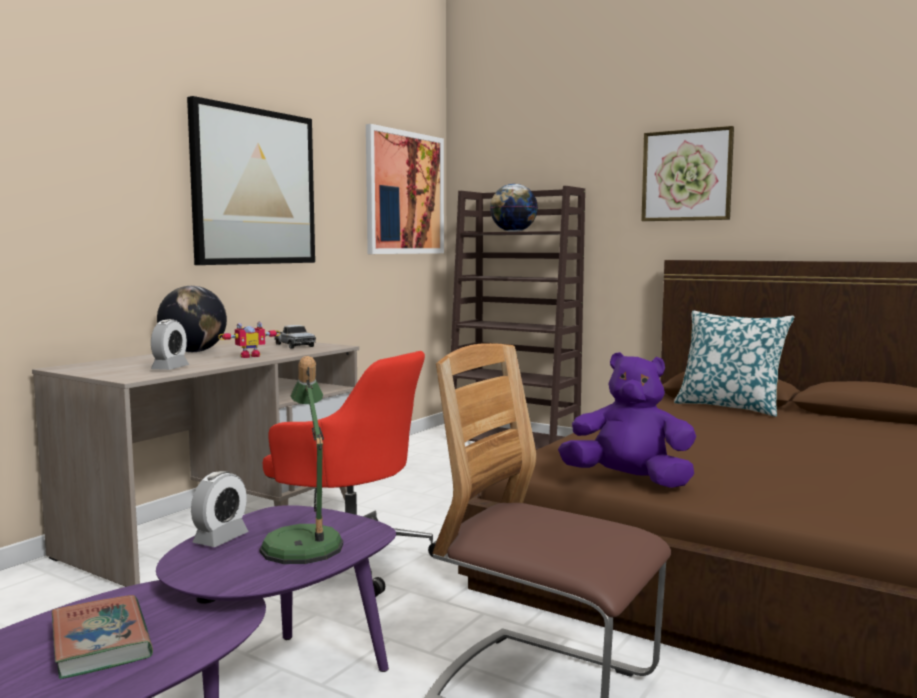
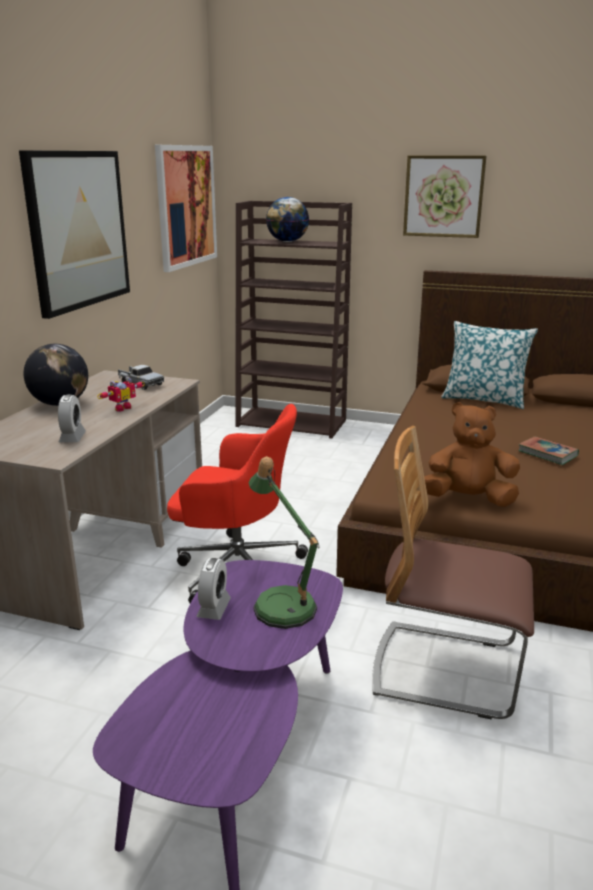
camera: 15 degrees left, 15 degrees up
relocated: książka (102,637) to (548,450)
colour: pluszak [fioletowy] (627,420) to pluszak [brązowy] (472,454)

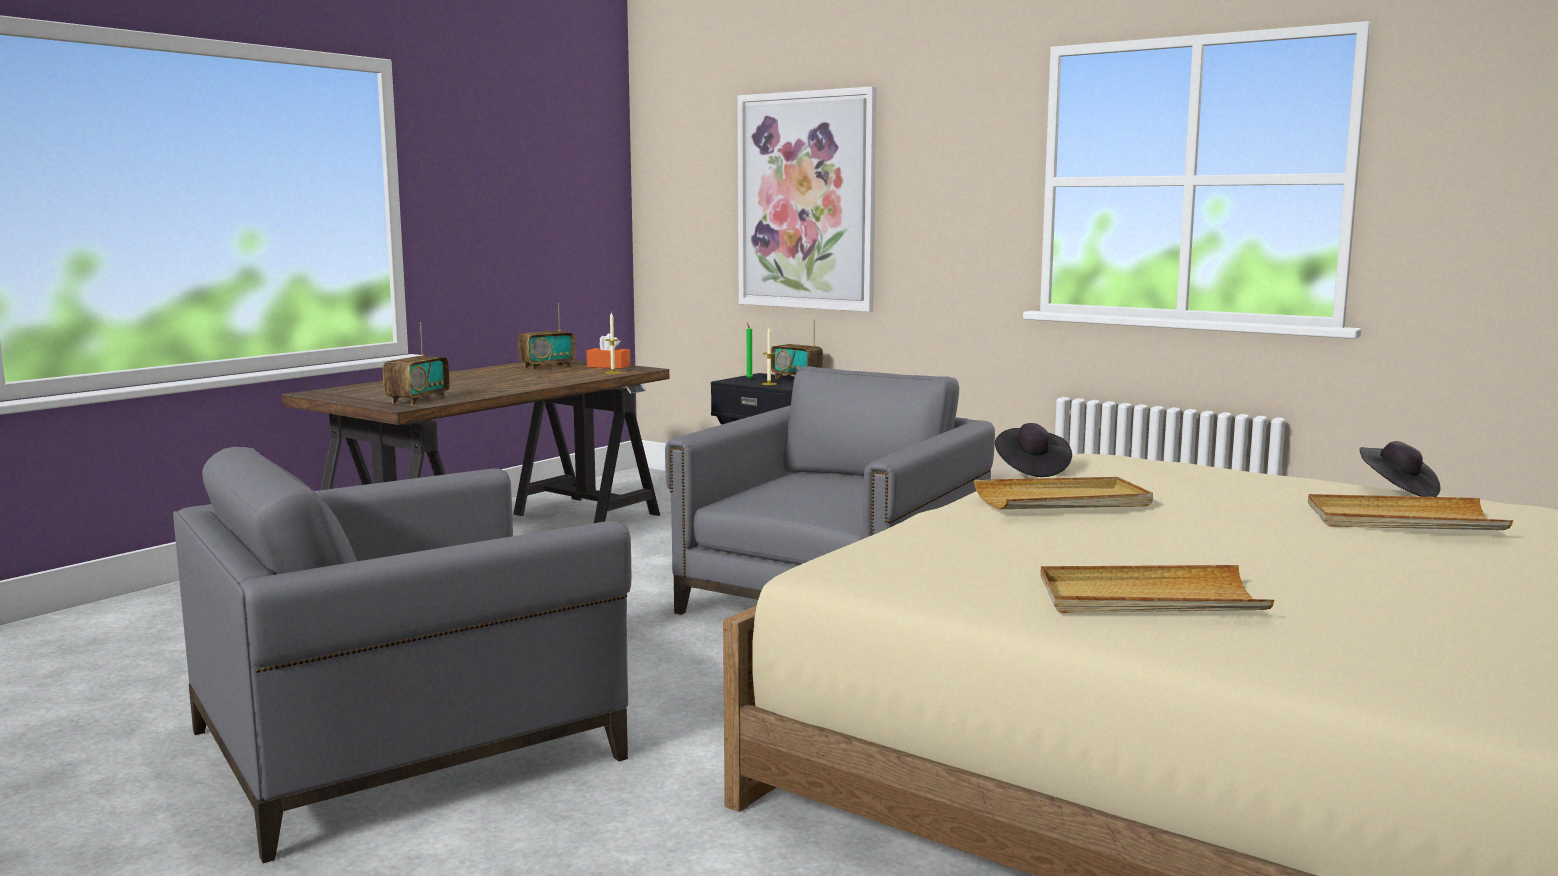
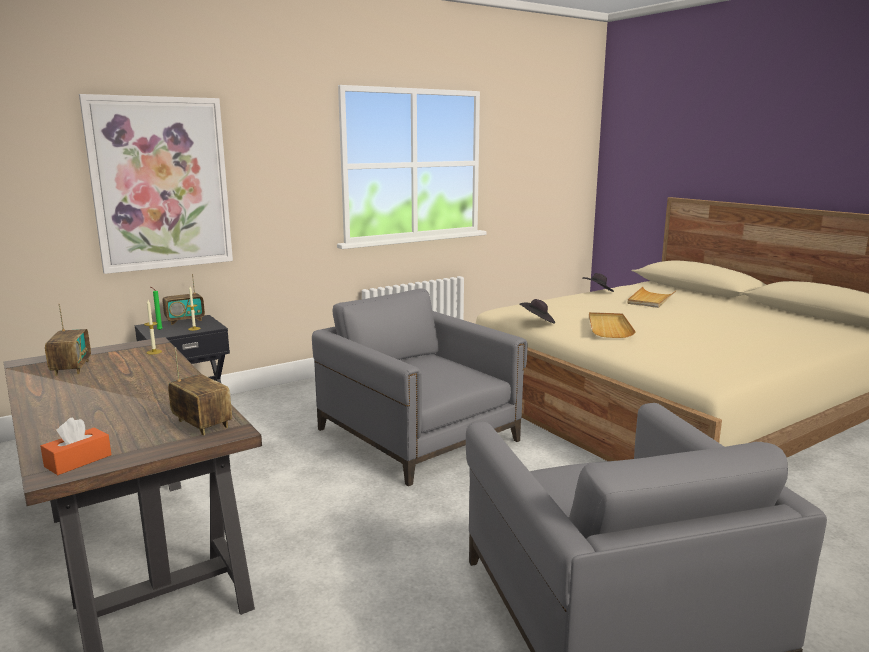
camera: 70 degrees left, 5 degrees up
missing: taca [beżowy] (1157,589)
relocated: pudełko chusteczek [pomarańczowy] (608,351) to (76,446)

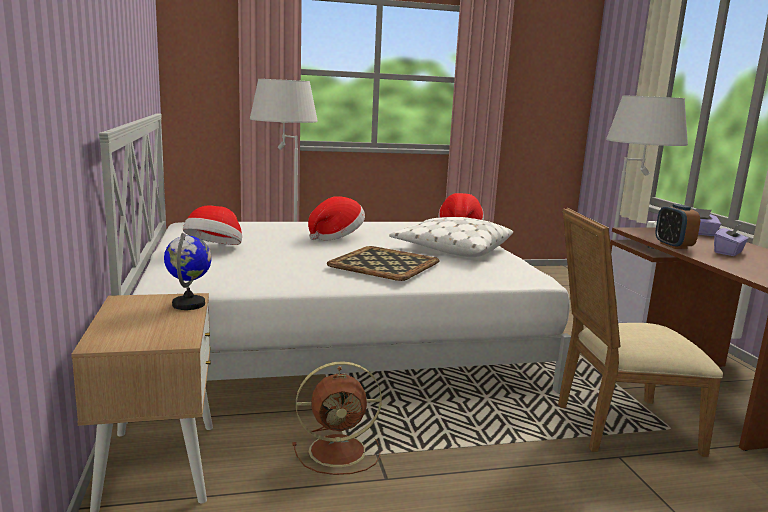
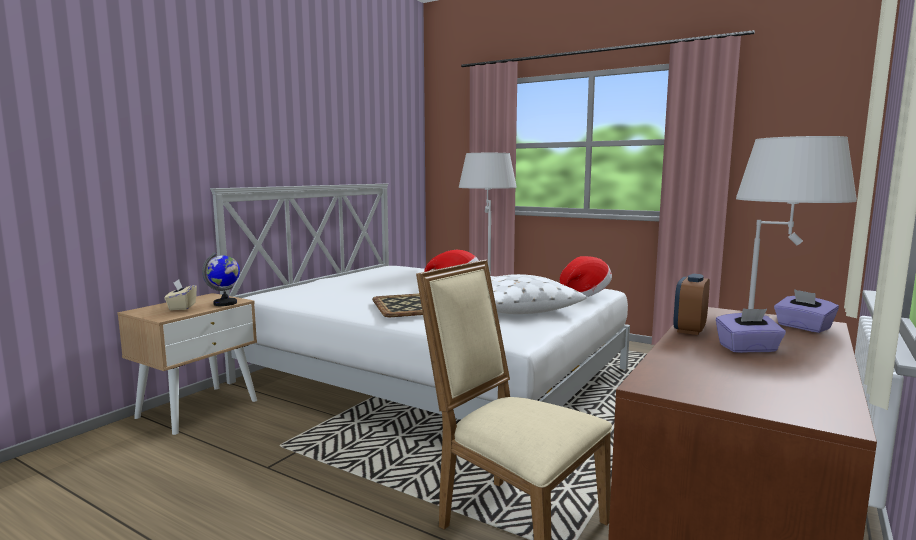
camera: 45 degrees right, 5 degrees down
missing: kapelusz (212,225); wentylator [brązowy] (337,418)
appeared: pudełko chusteczek [beżowy] (180,295)

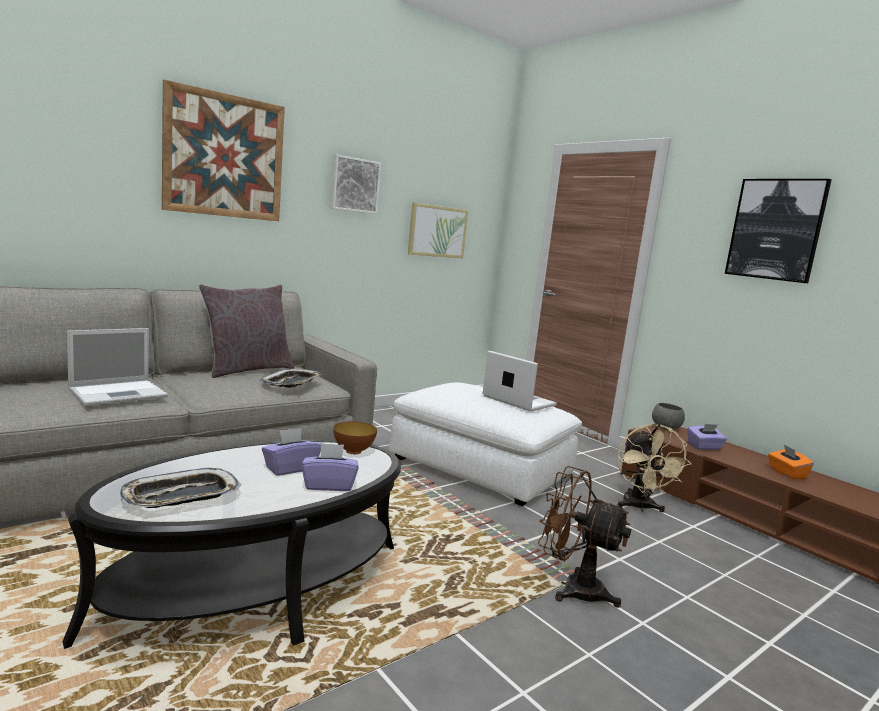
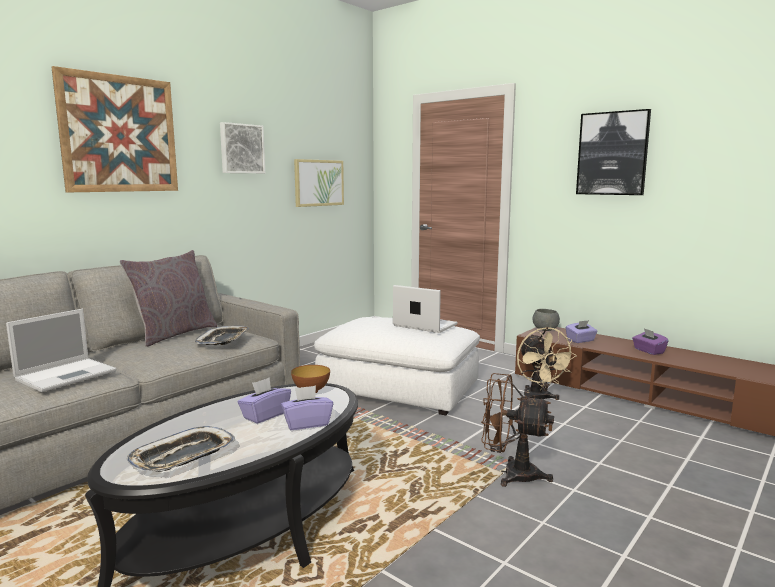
camera: 10 degrees left, 0 degrees up
colour: pudełko chusteczek [pomarańczowy] (791,461) to pudełko chusteczek [fioletowy] (650,341)

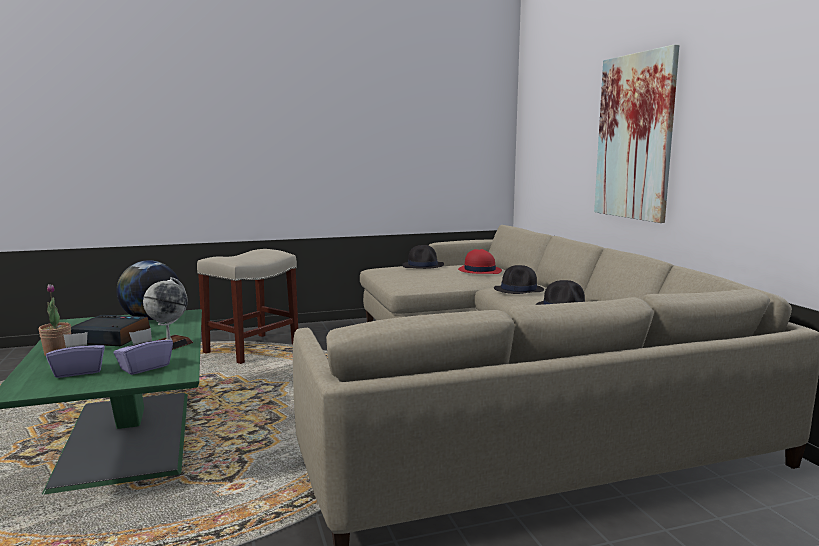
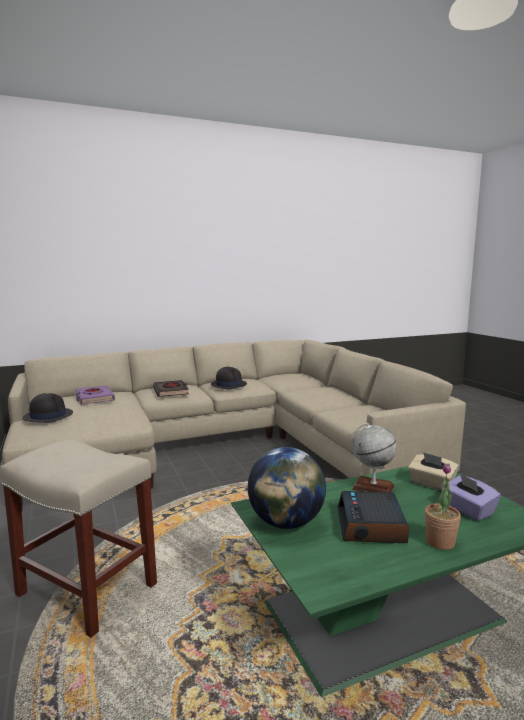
camera: 95 degrees left, 0 degrees up
missing: obraz (636,133)
exchanged: kapelusz [czerwony] (480,261) to książka [fioletowy] (95,395); kapelusz [czarny] (519,279) to książka [czarny] (171,388)
colour: pudełko chusteczek [fioletowy] (143,351) to pudełko chusteczek [beżowy] (433,471)

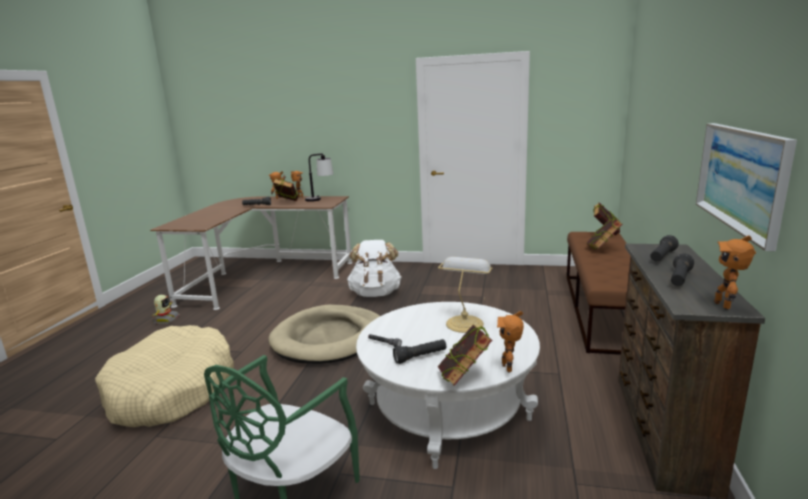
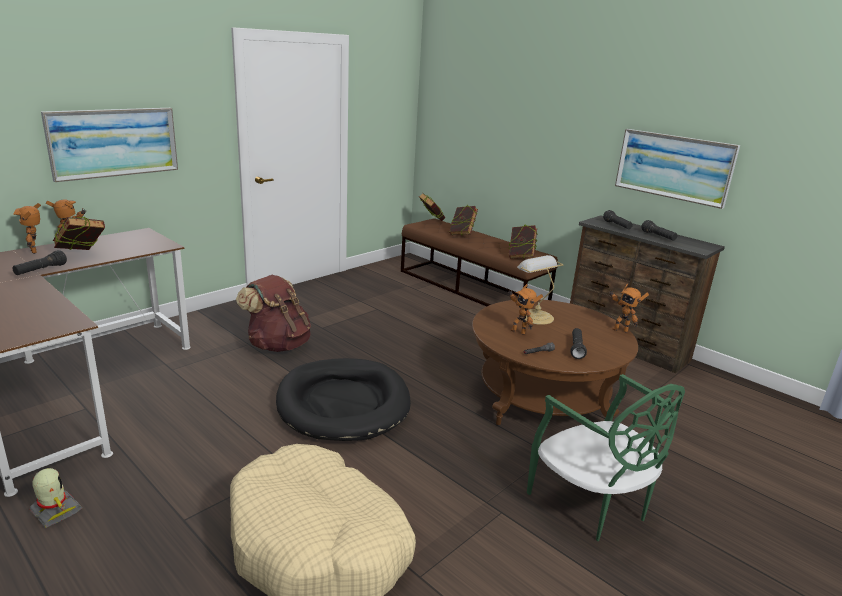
camera: 60 degrees left, 5 degrees up
missing: lampa stołowa (319,177)
appeared: obraz (109,145)
relocated: książka (465,355) to (523,241); robot zabawkowy (735,272) to (525,309)
colour: legowisko [beżowy] (324,334) to legowisko [czarny] (343,399); plecak [biały] (374,268) to plecak [brązowy] (273,313); ława [biały] (448,385) to ława [brązowy] (555,362)

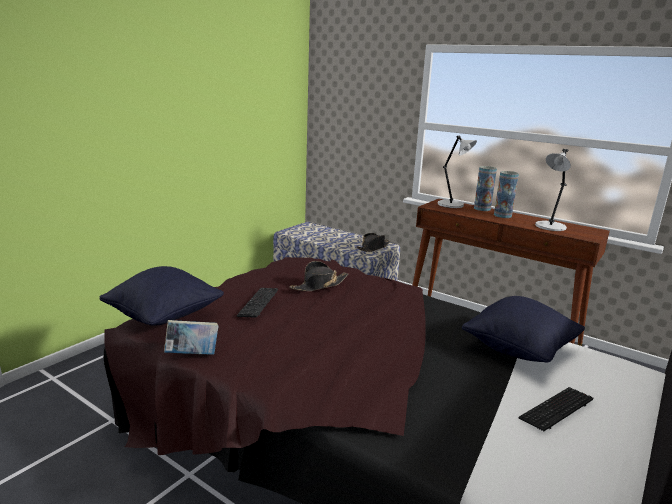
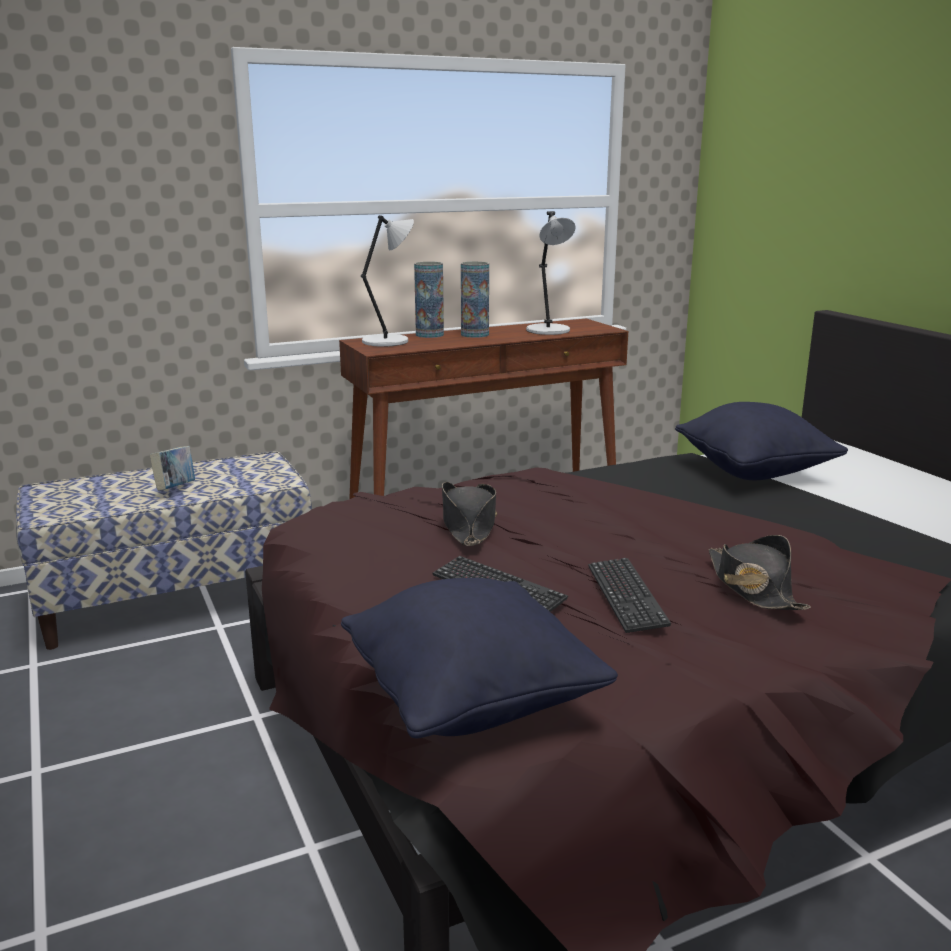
camera: 60 degrees left, 0 degrees up
relocated: książka (191,337) to (172,468); kapelusz [czarny] (373,242) to (759,572); klawiatura (556,409) to (629,595)

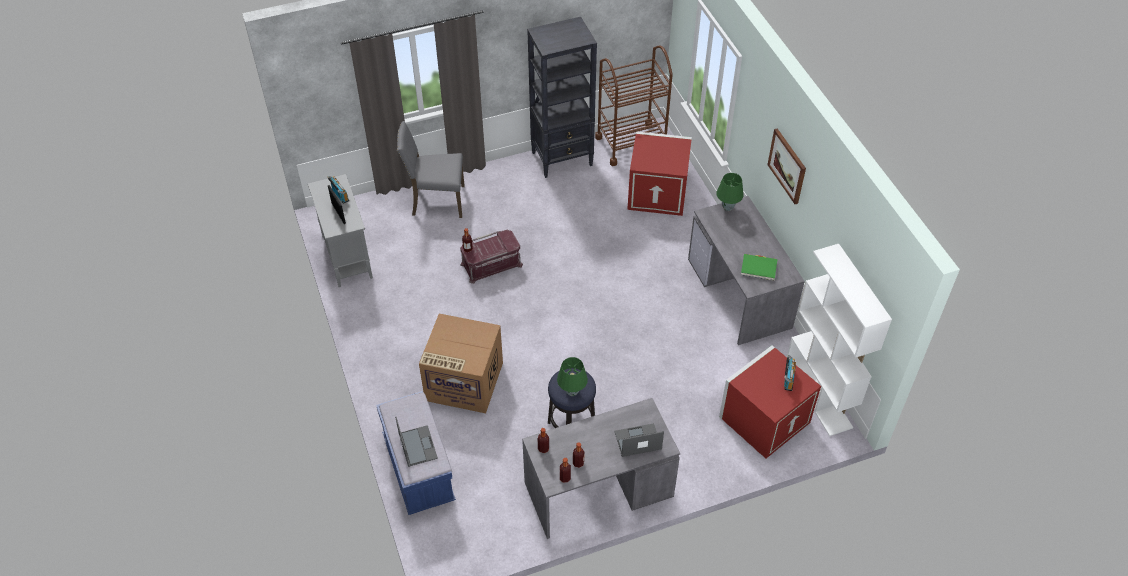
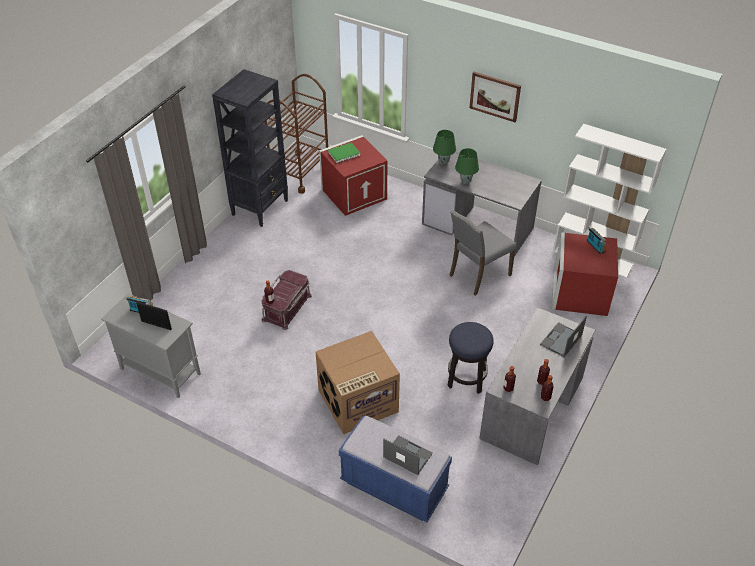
camera: 40 degrees left, 5 degrees down
relocated: krzesło [szary] (431,169) to (483,252); lampa stołowa [zielony] (572,376) to (467,166); książka [zielony] (759,267) to (344,153)

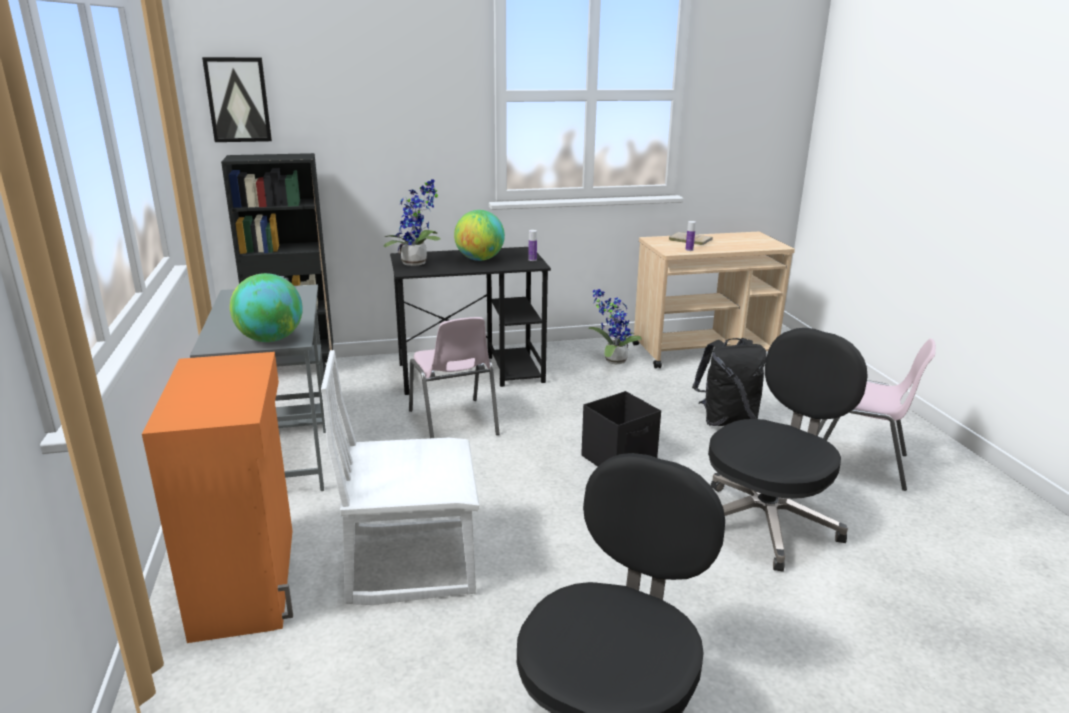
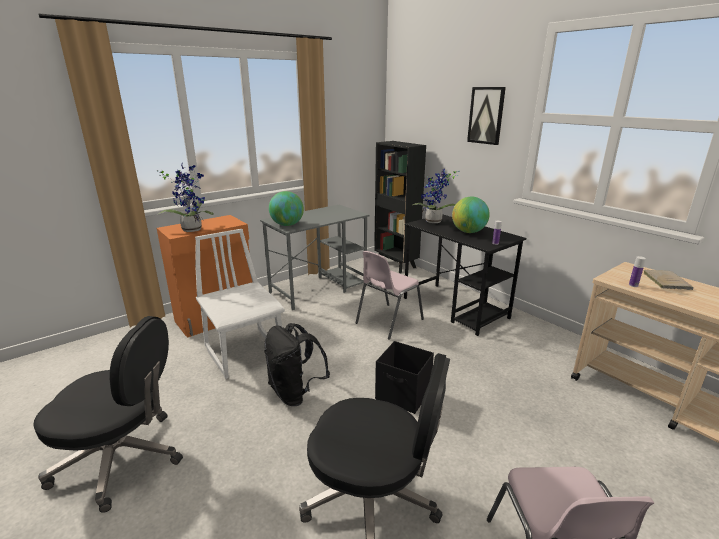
camera: 65 degrees right, 0 degrees up
relocated: obraz (237,99) to (486,116); roślina doniczkowa (615,326) to (185,198); plecak [czarny] (729,382) to (297,364)

